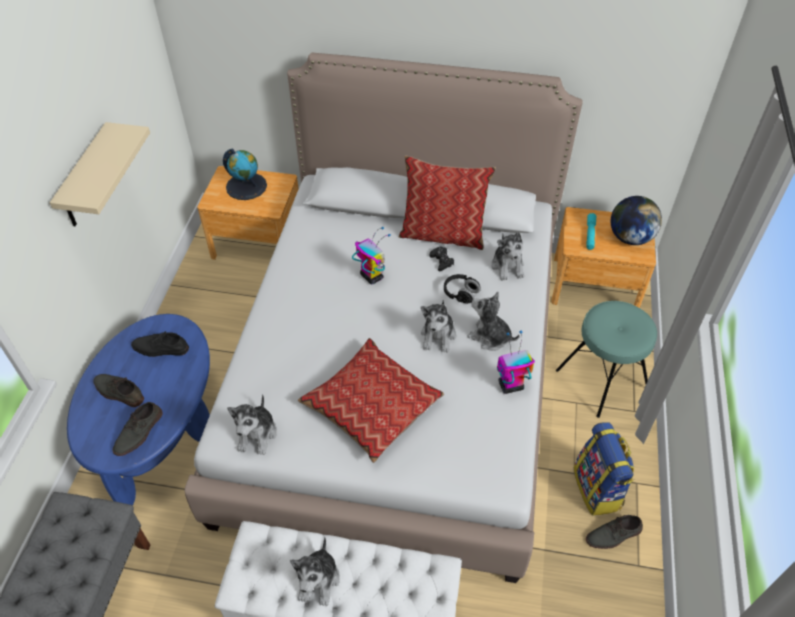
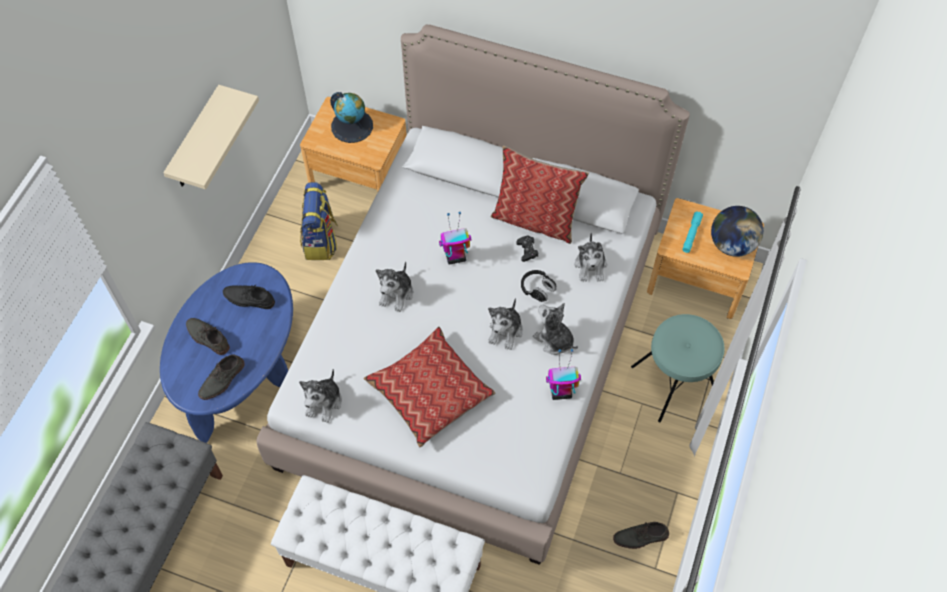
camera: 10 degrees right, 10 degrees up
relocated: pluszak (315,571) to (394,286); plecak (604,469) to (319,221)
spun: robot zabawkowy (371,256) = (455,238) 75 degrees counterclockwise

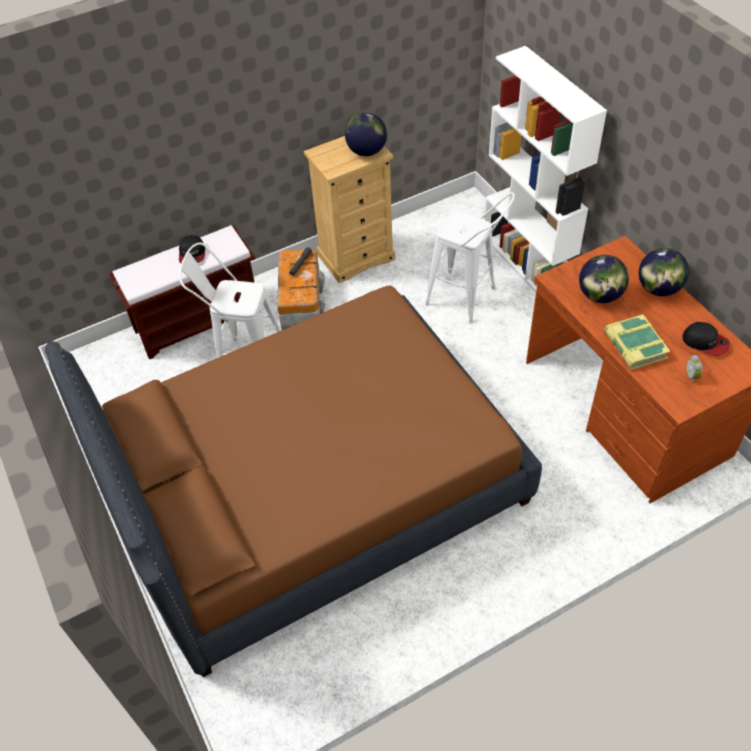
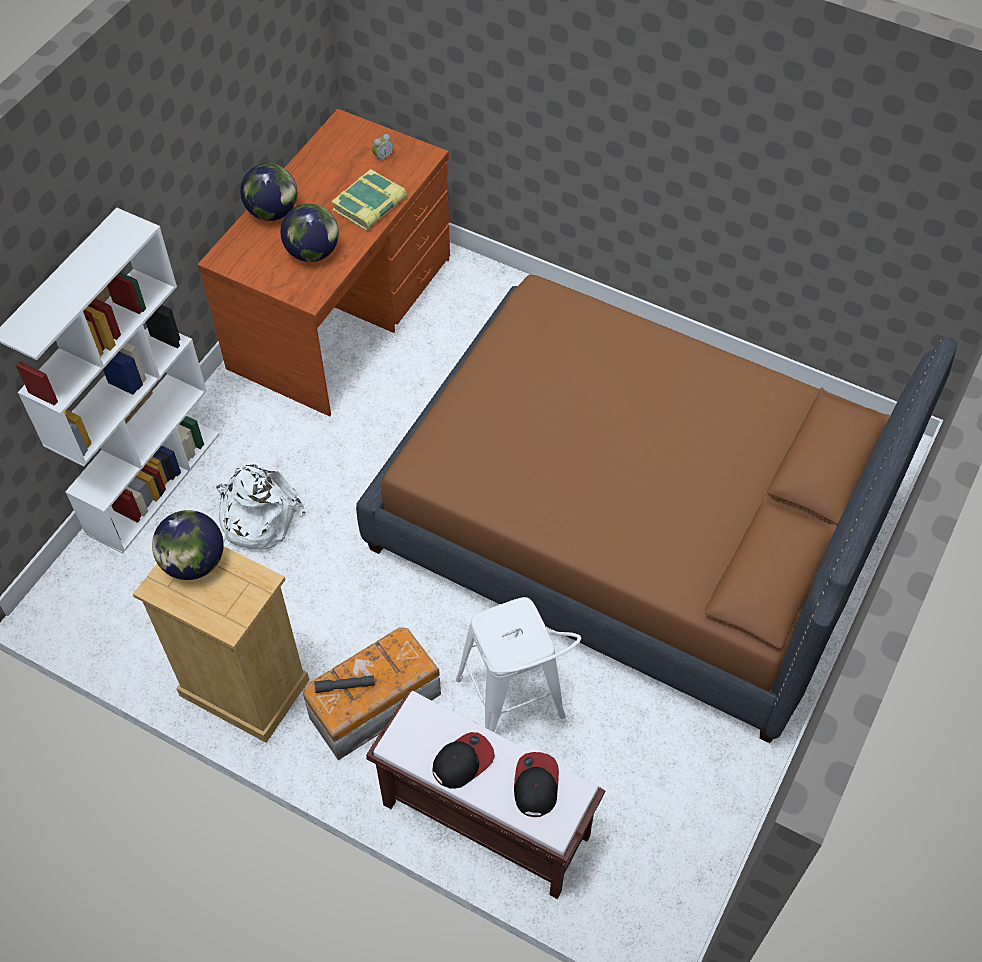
camera: 125 degrees left, 5 degrees up
relocated: czapka z daszkiem (706,339) to (536,784)
exchanged: stołek [biały] (470,257) to plecak [biały] (261,507)

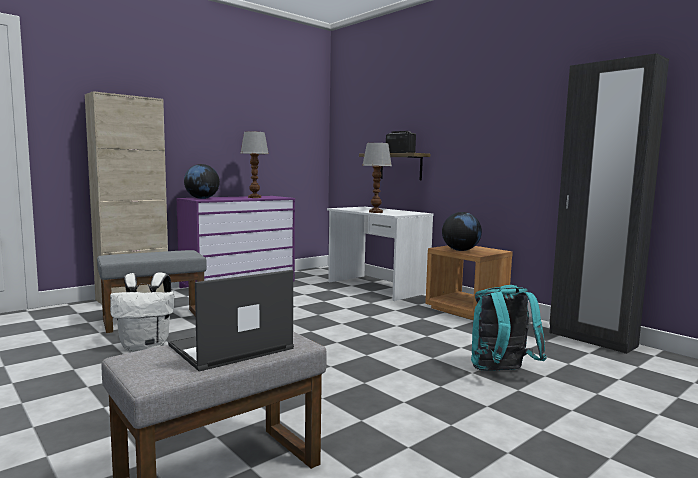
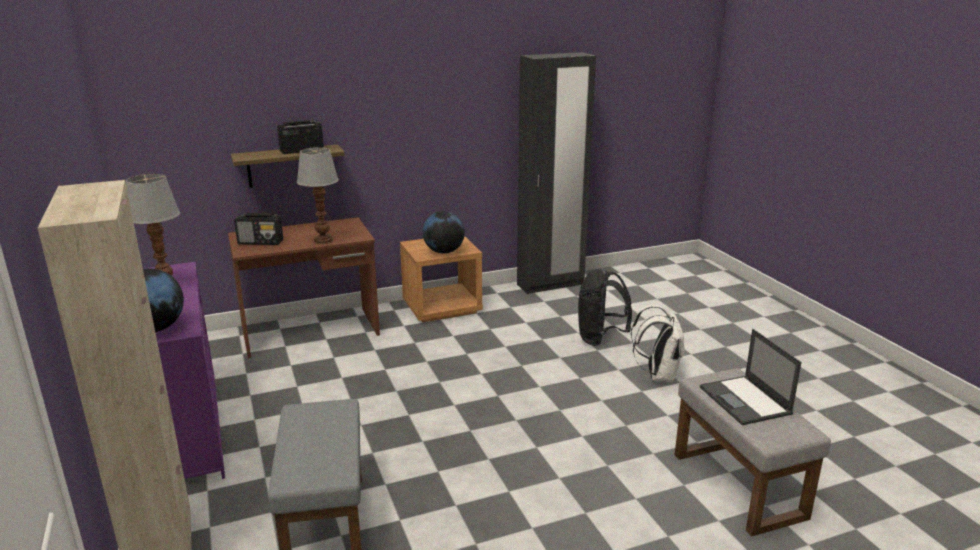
camera: 70 degrees left, 15 degrees up
appeared: radio (258,229)
relocated: plecak [biały] (142,312) to (658,344)
colour: biurko [biały] (380,254) to biurko [brązowy] (304,287); plecak [turkusowy] (509,328) to plecak [czarny] (605,307)

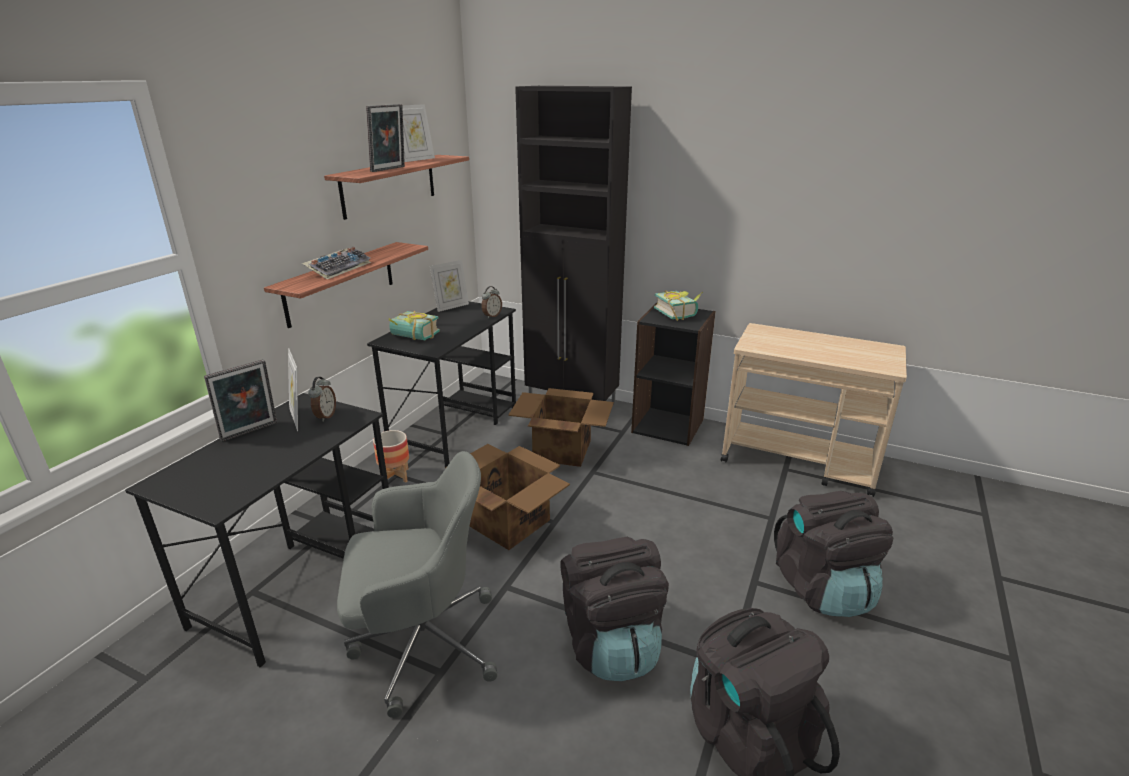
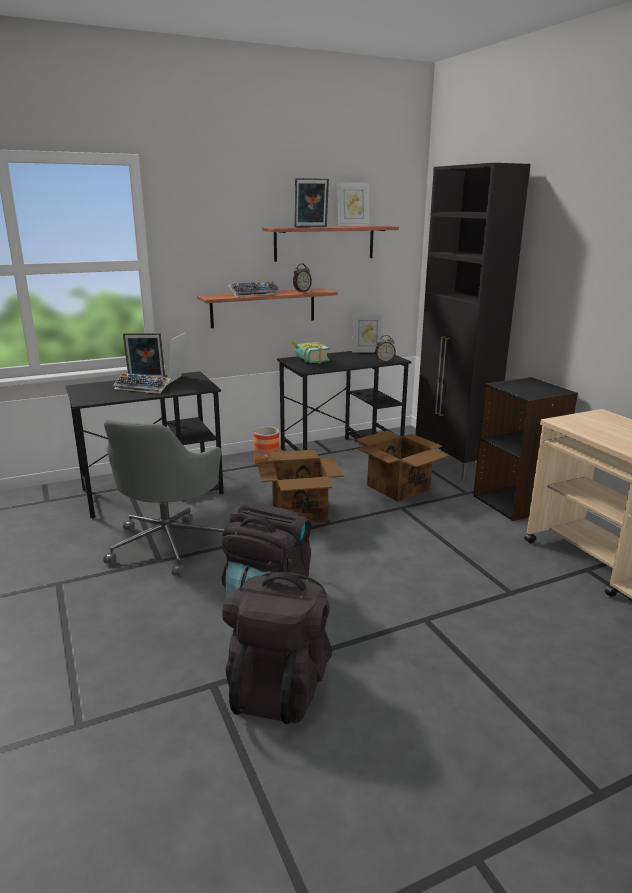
camera: 40 degrees right, 5 degrees down
missing: książka (678,305); plecak [czarny] (833,554)
appeared: klawiatura (142,383)
relocated: budzik (322,399) to (302,278)
spun: krzesło biurowe [szary] (417,584) = (164,498) 75 degrees clockwise

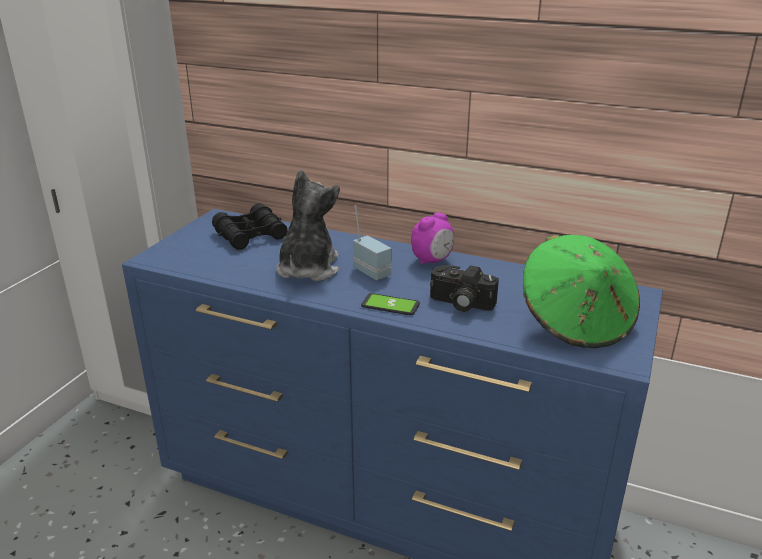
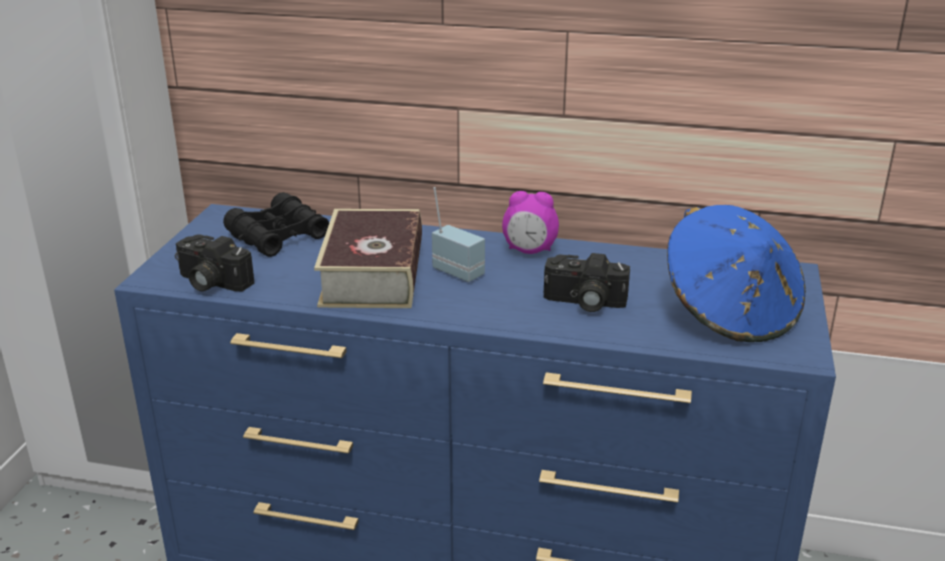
camera: 10 degrees left, 0 degrees up
missing: telefon (390,304)
appeared: aparat fotograficzny (214,263)
exchanged: pluszak (308,225) to książka (368,258)
colour: kapelusz [zielony] (581,291) to kapelusz [niebieski] (736,273)
spun: budzik (432,238) = (530,222) 60 degrees clockwise

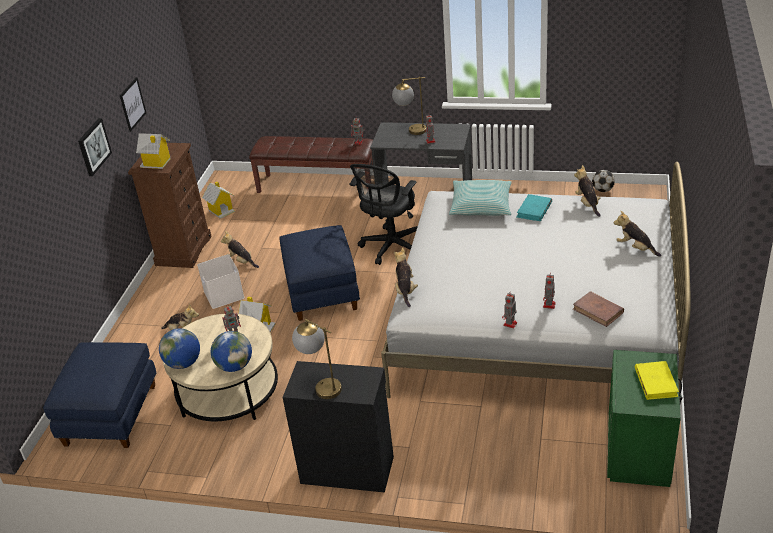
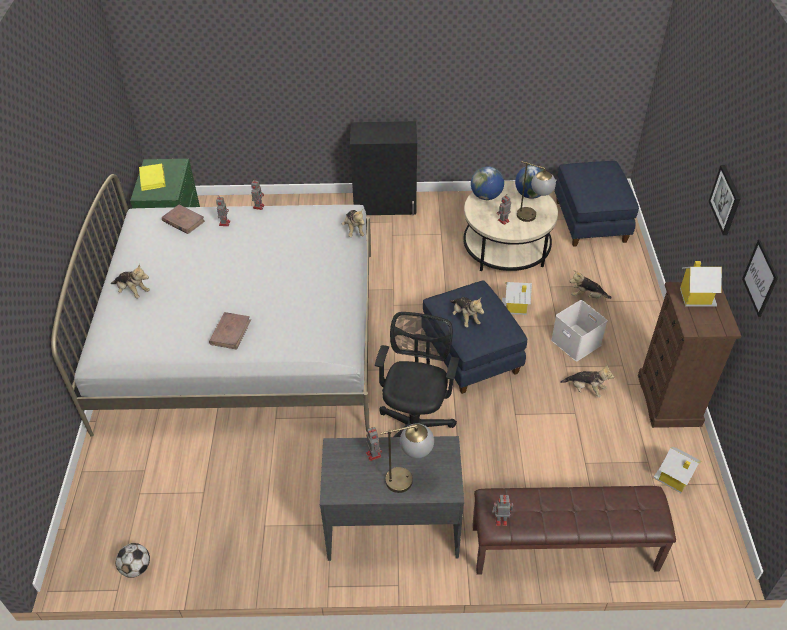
camera: 165 degrees right, 10 degrees up
missing: poduszka (480,198)
relocated: lampa stołowa (317,359) to (536,191); pluszak (587,191) to (467,312)
colour: książka [turkusowy] (534,207) to książka [brązowy] (230,331)

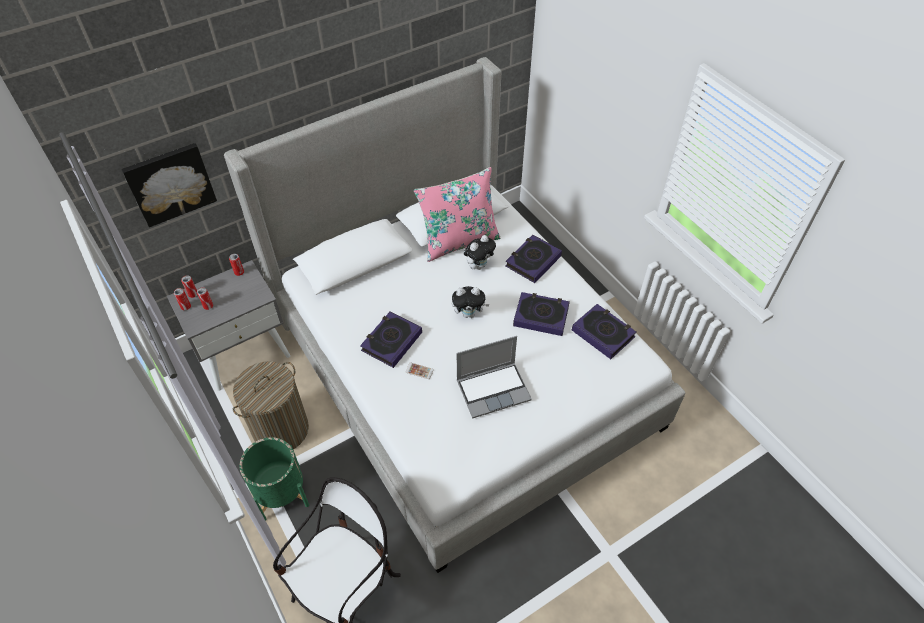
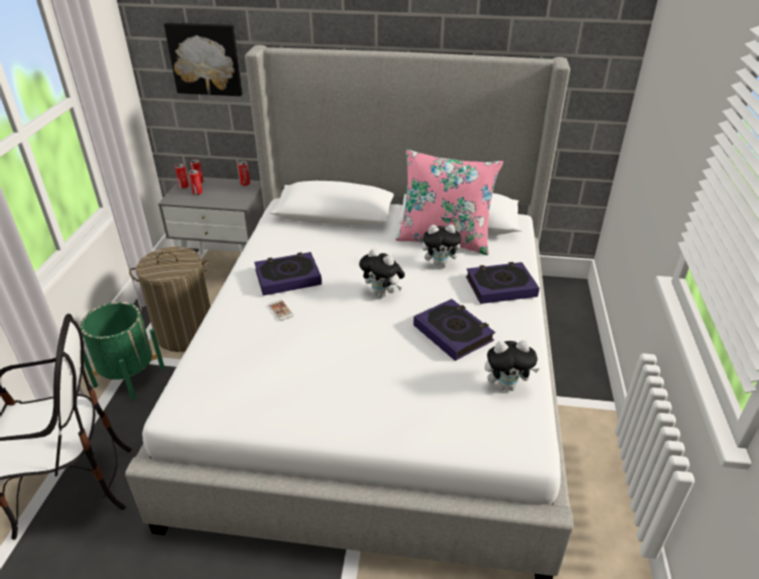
camera: 40 degrees right, 15 degrees down
missing: laptop (494,377)
exchanged: książka (604,331) to pluszak (512,365)

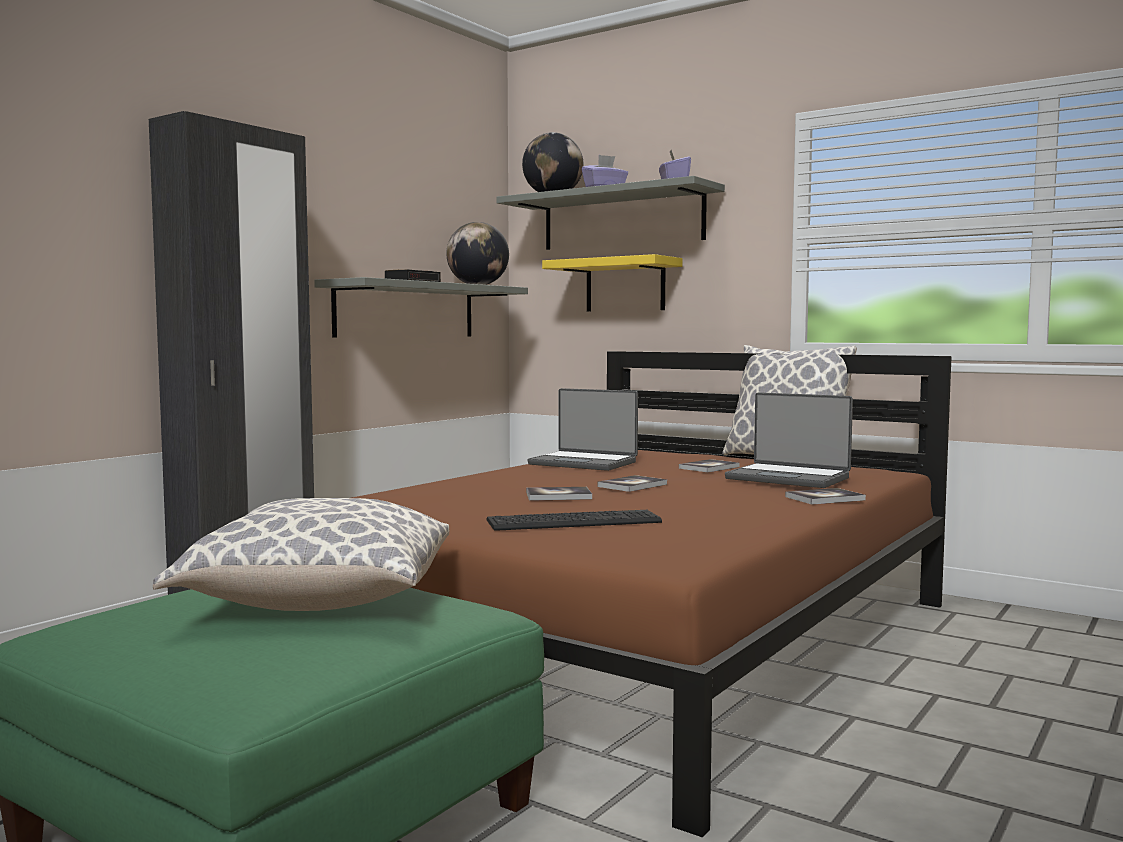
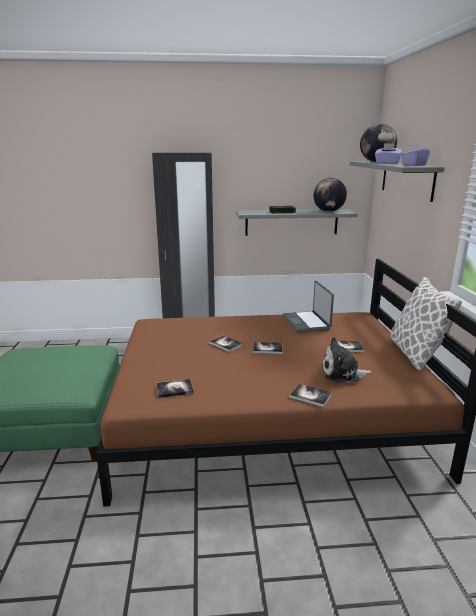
camera: 50 degrees right, 15 degrees up
missing: poduszka (301,554); klawiatura (574,520); półka [żółty] (612,282)
appeared: książka (175,388)
exchanged: laptop (789,440) to pluszak (347,359)

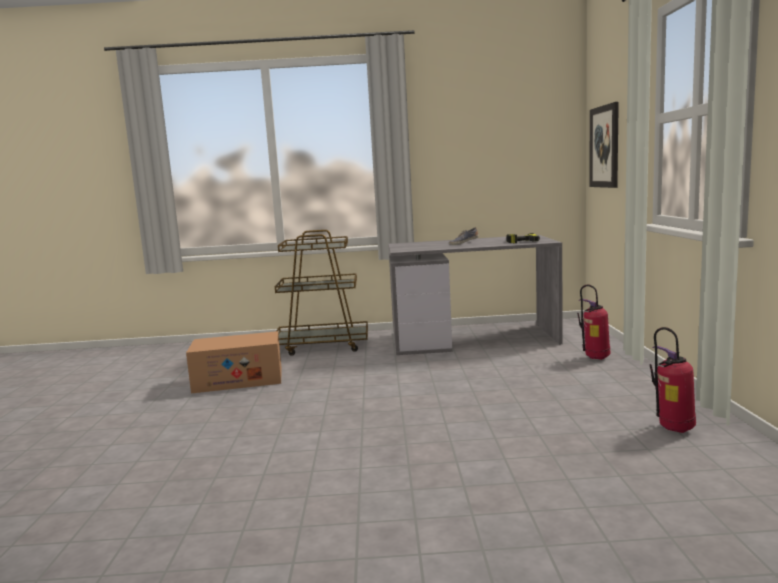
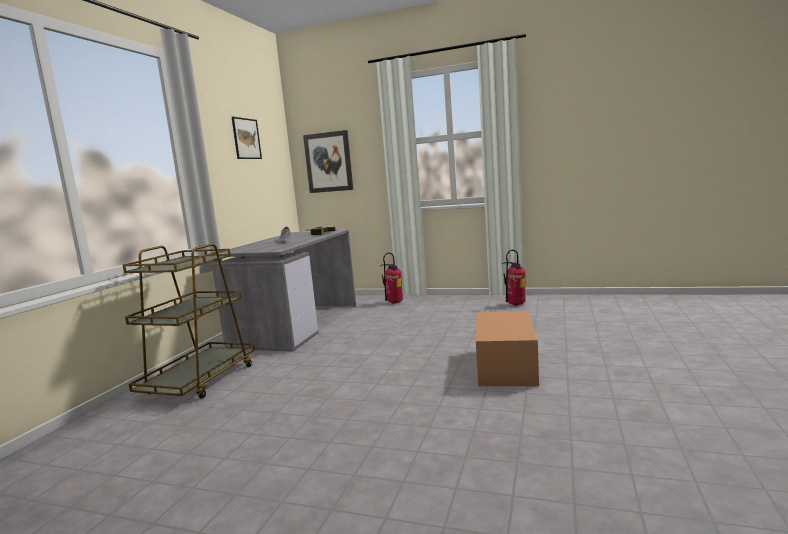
camera: 70 degrees left, 0 degrees up
appeared: obraz (247,138)
relocated: karton (234,362) to (507,348)

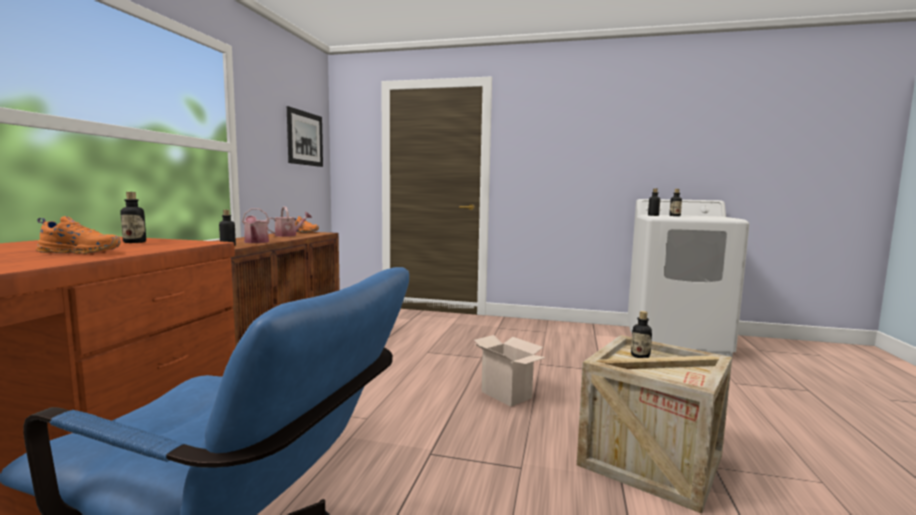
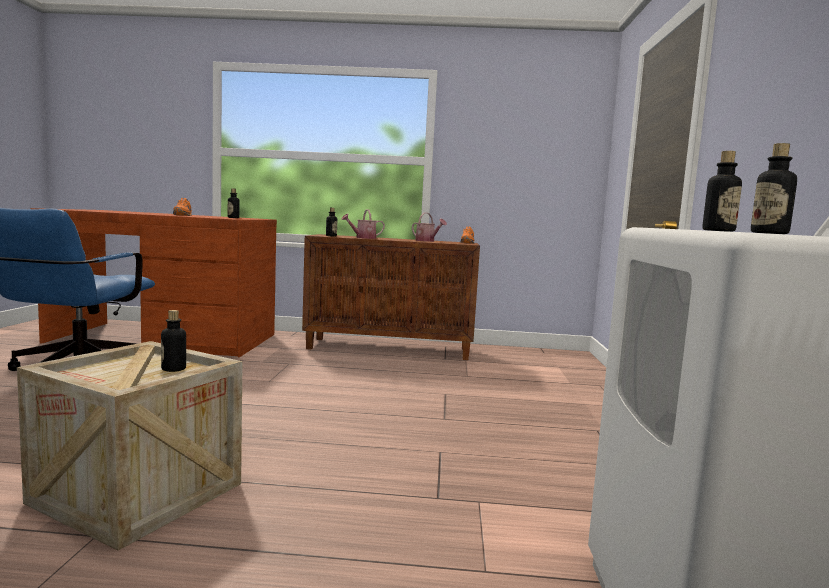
camera: 80 degrees right, 0 degrees up
missing: obraz (305,136); karton (510,370)

